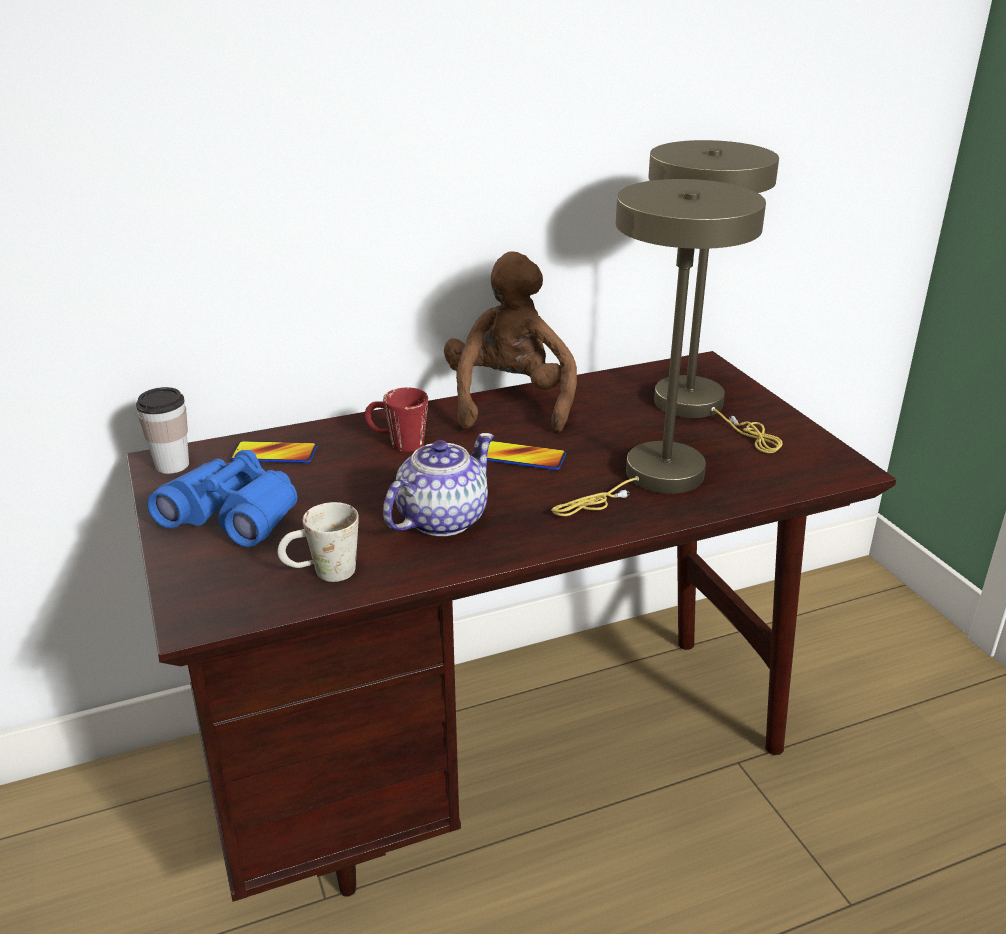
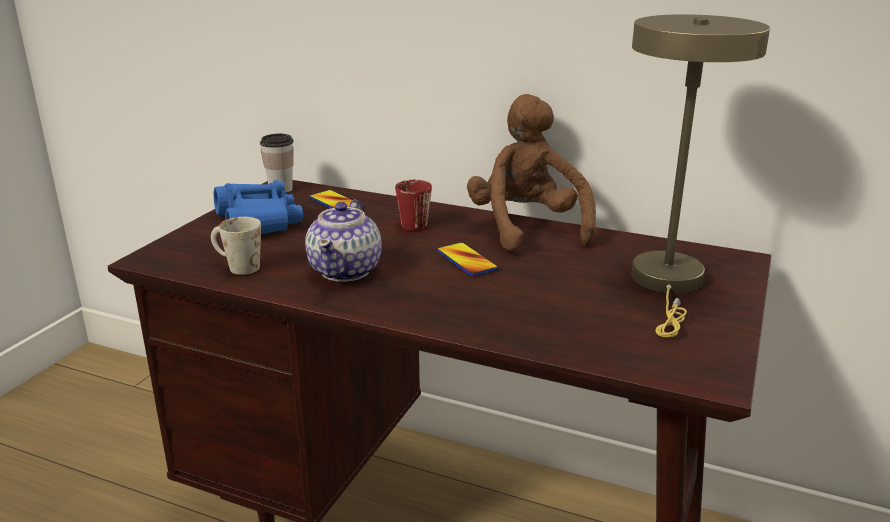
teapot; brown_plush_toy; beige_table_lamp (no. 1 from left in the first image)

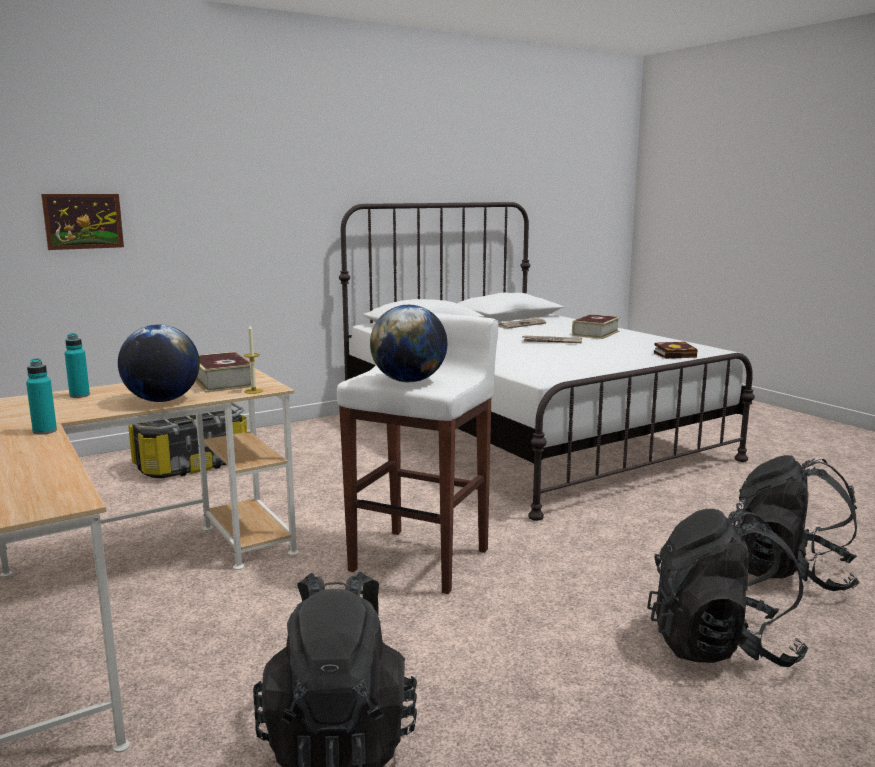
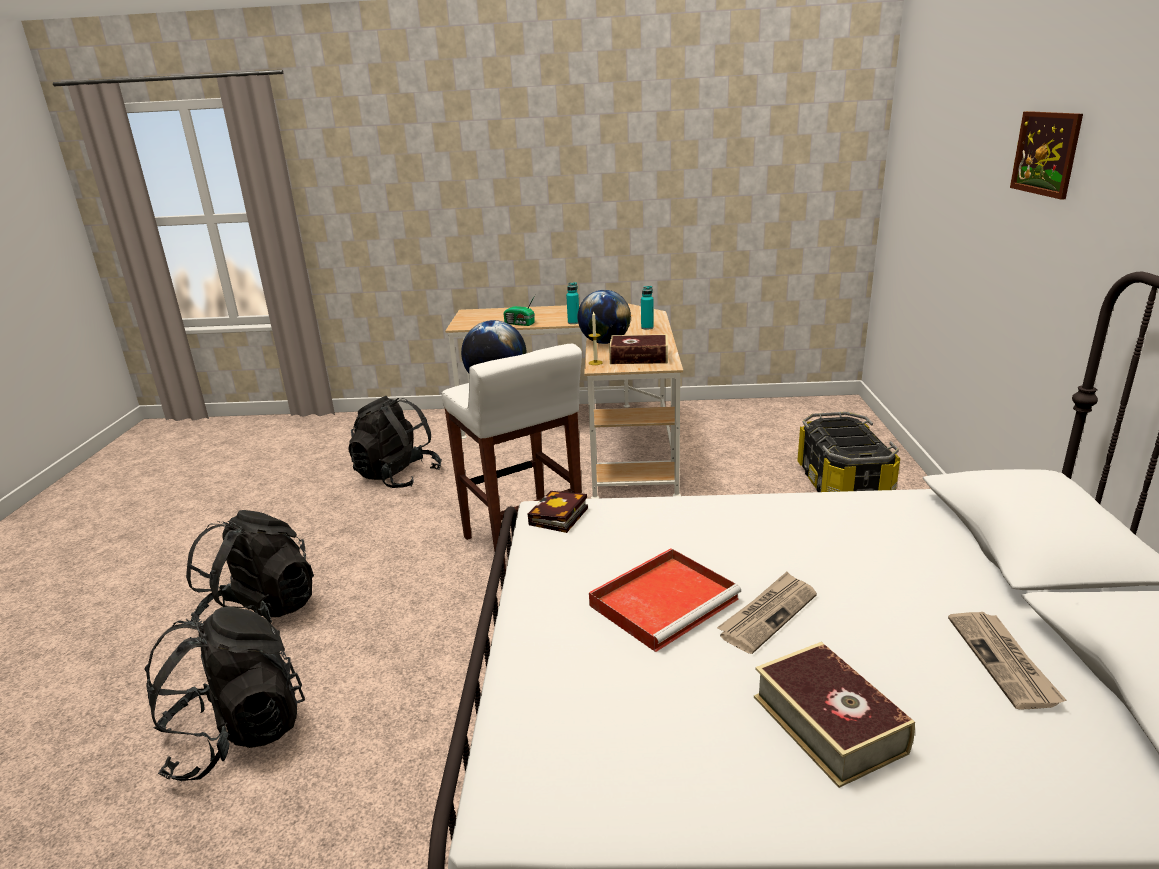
picture; book (no. 1 from left); radio; red_tray

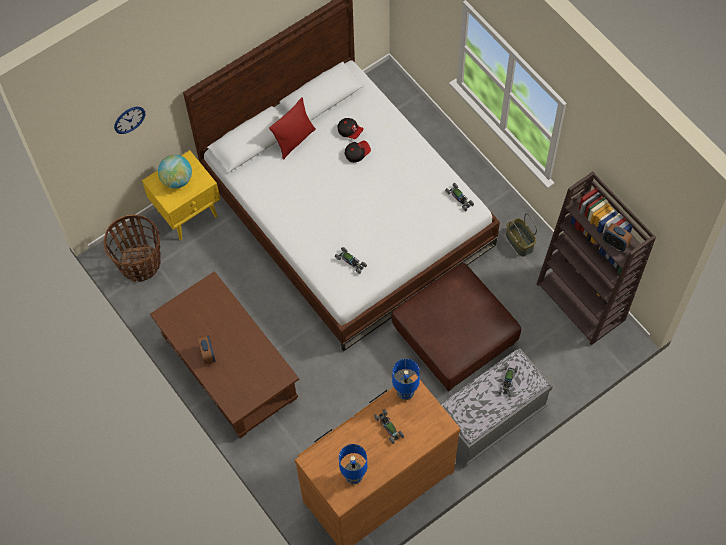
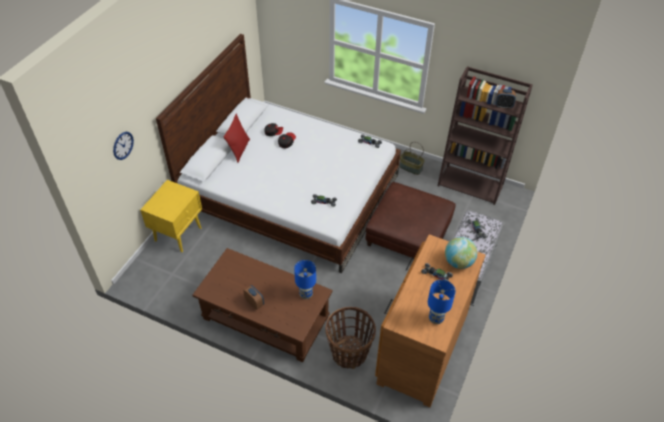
basket (no. 1 from left); globe; blue_table_lamp (no. 1 from left)

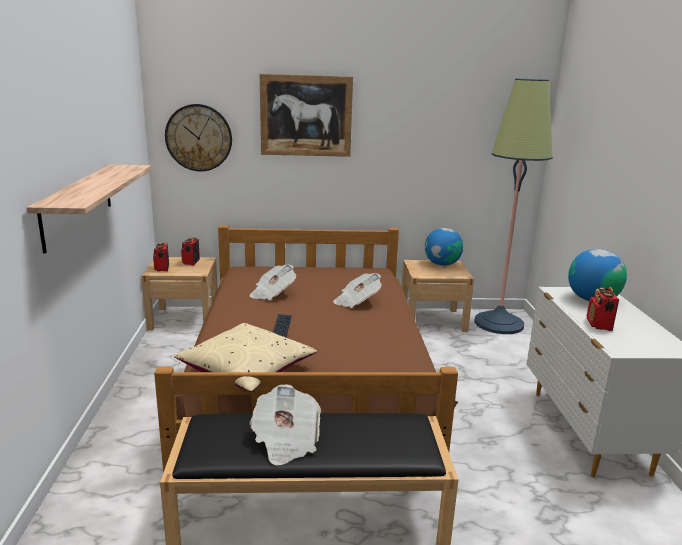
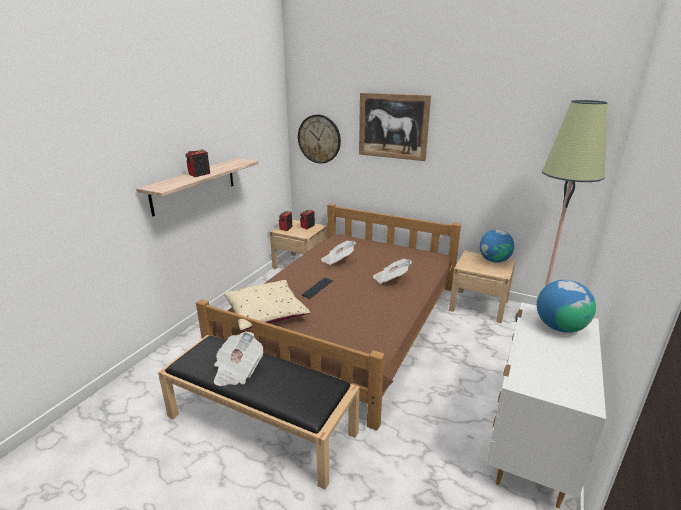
radio (no. 1 from left)

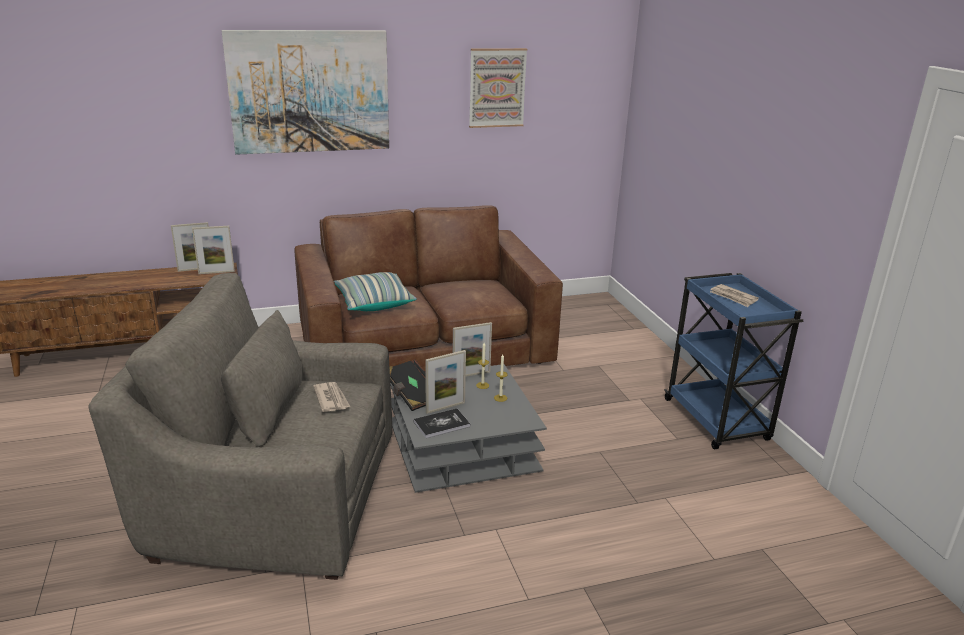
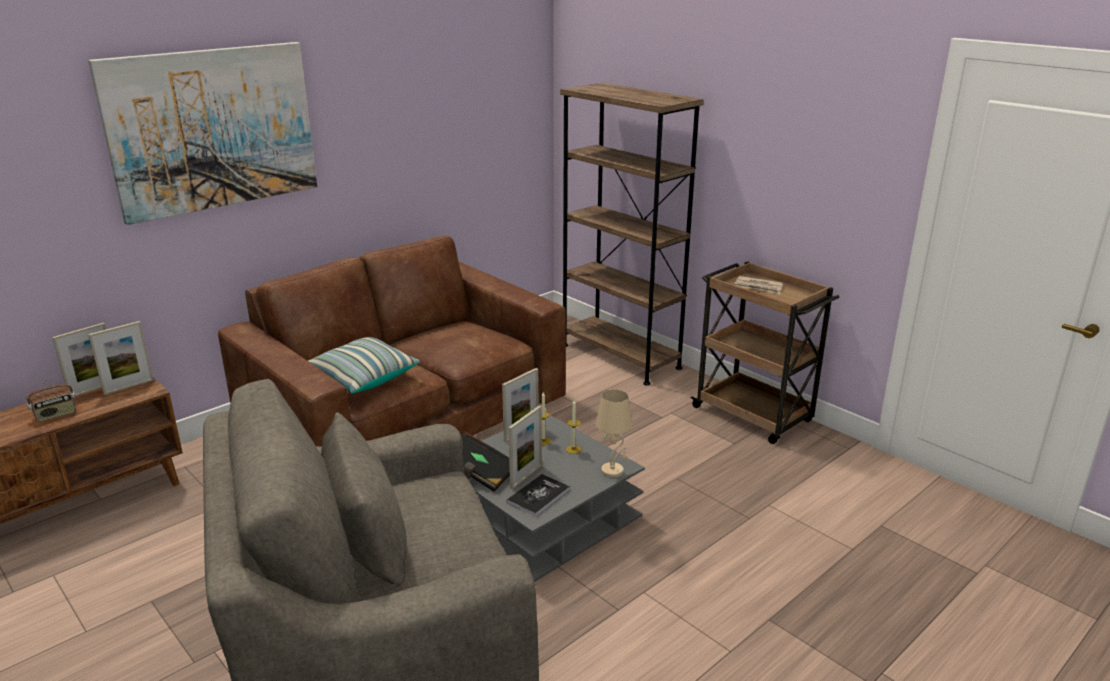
newspaper (no. 1 from left in the first image); picture (no. 2 from left in the first image); brown_cart; radio; brown_bookcase; beige_table_lamp

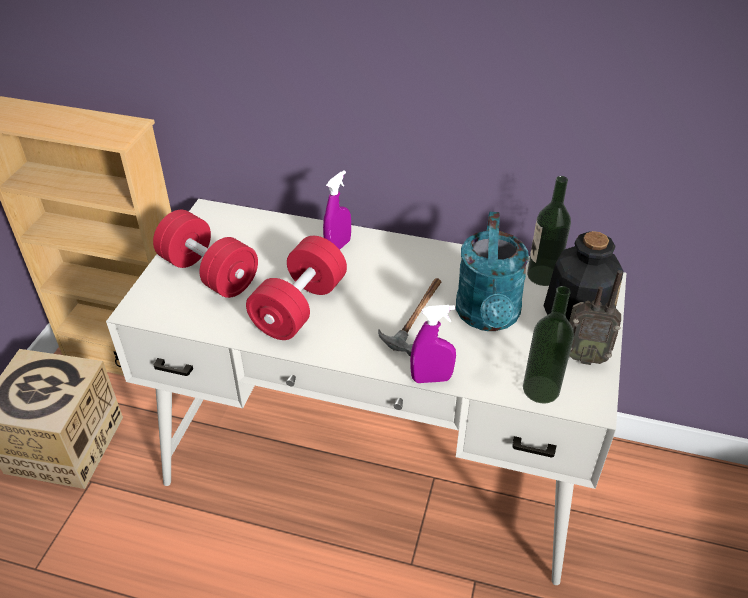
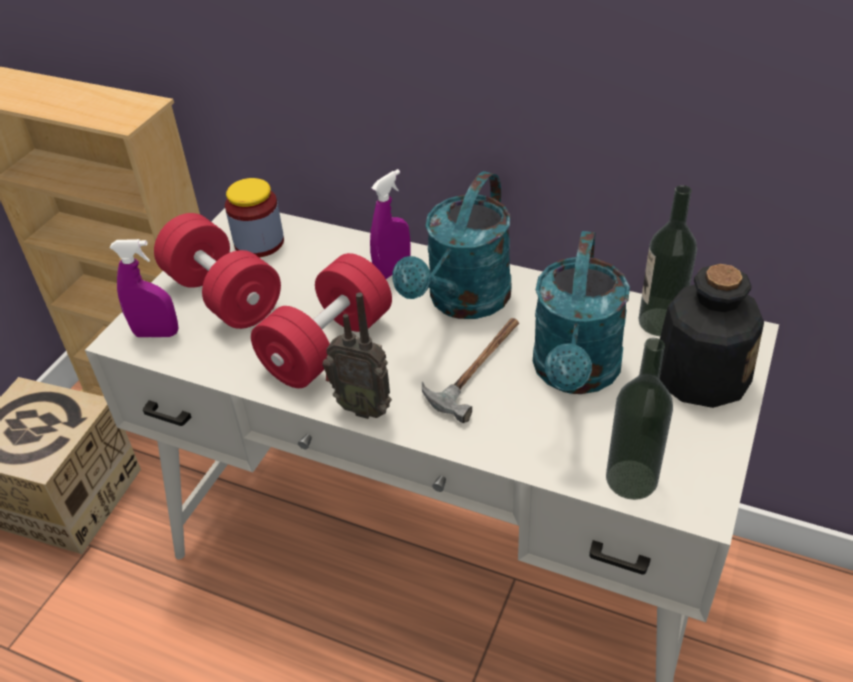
purple_spray_bottle (no. 1 from left); radio; jar; turquoise_watering_can (no. 1 from left)

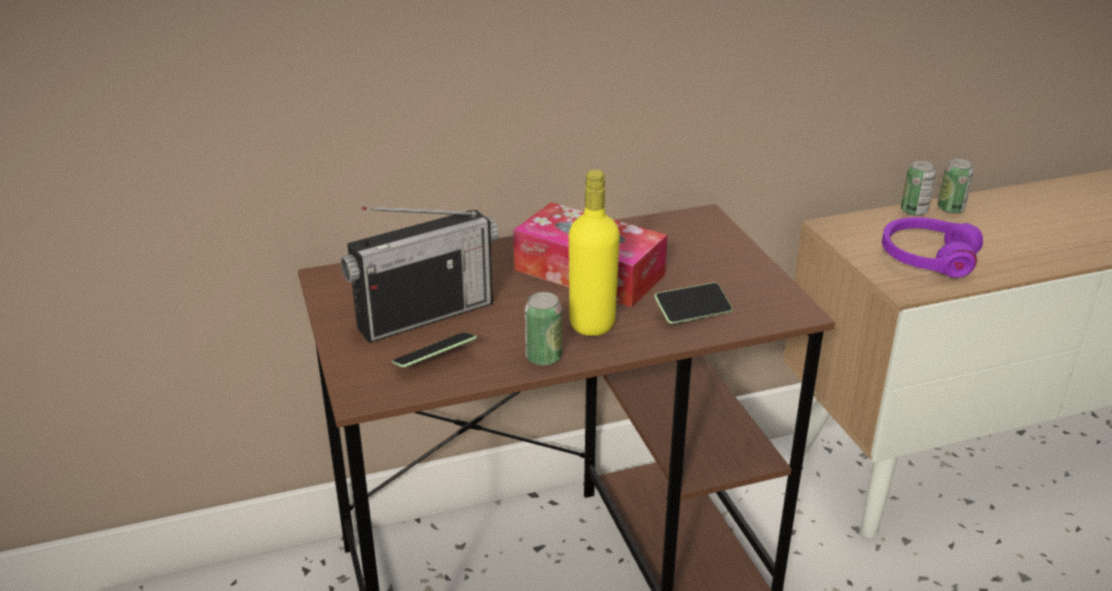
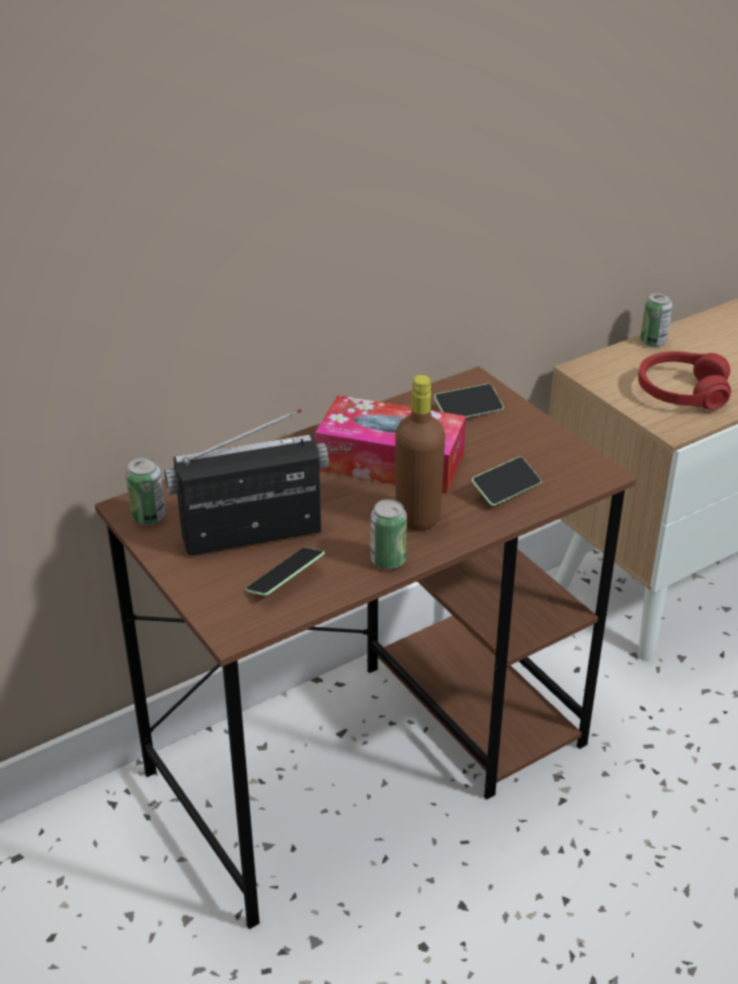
radio; brown_bottle; red_headphones; can (no. 1 from left); phone (no. 2 from left)

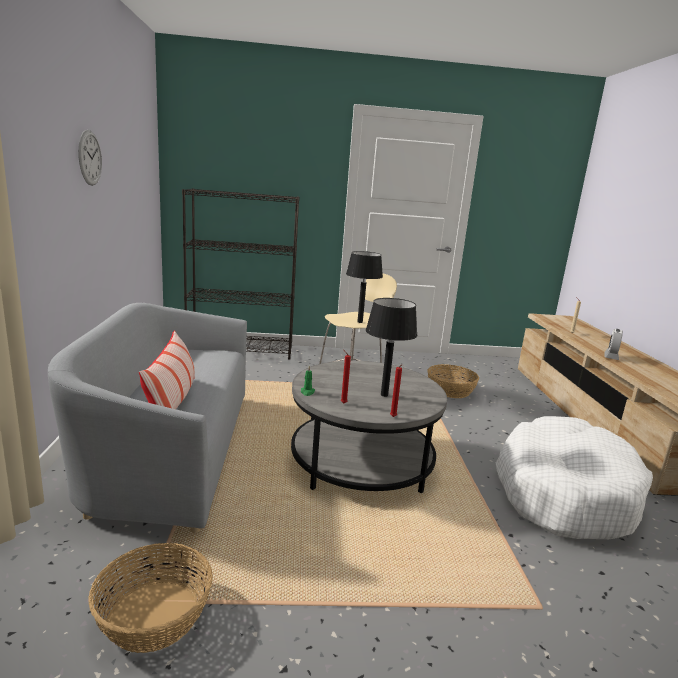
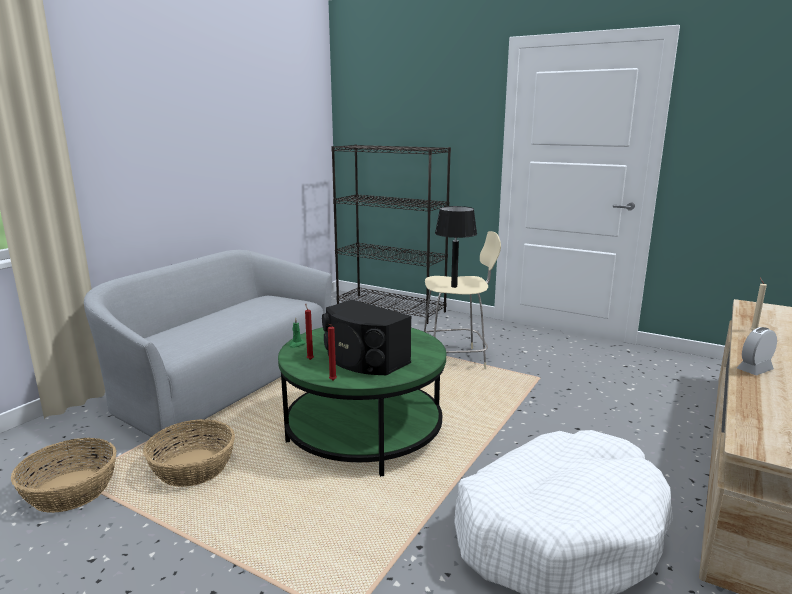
wall_clock; pillow; green_coffee_table; black_speaker; basket (no. 2 from left)

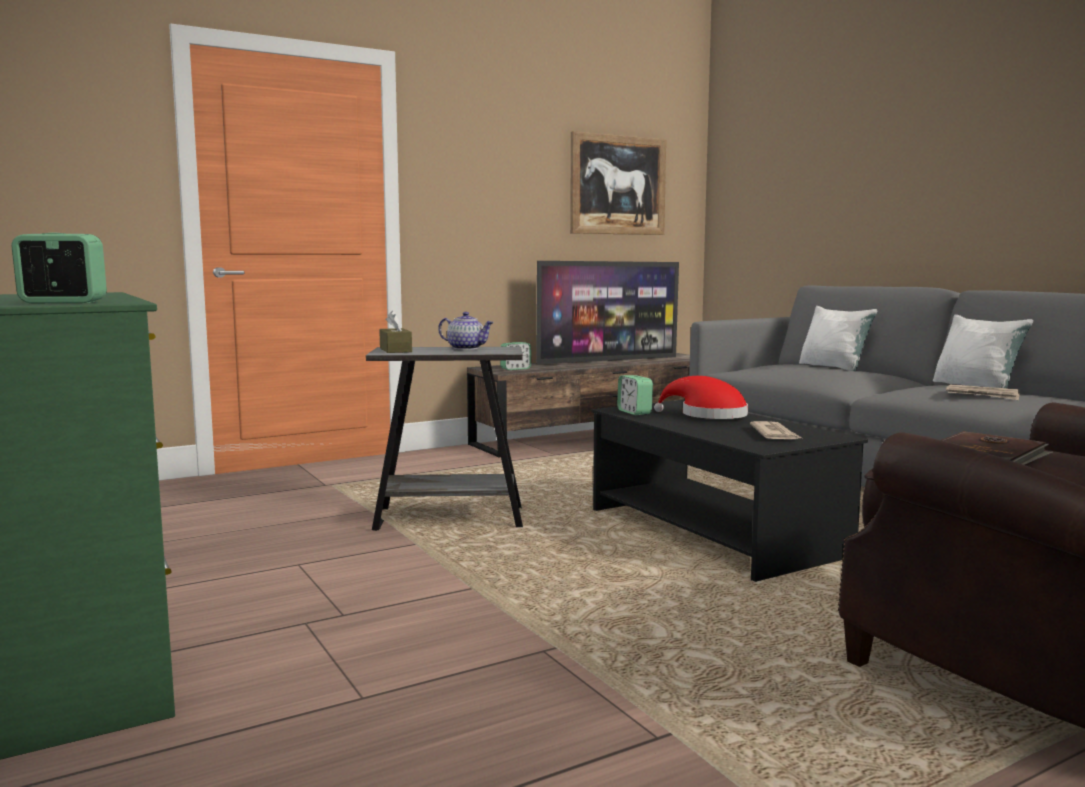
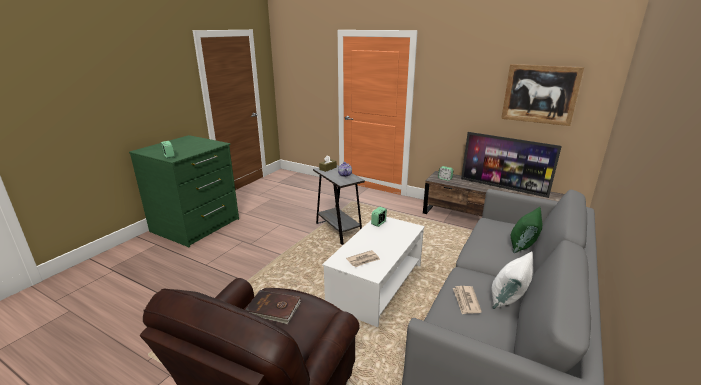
white_coffee_table; red_hat; green_pillow

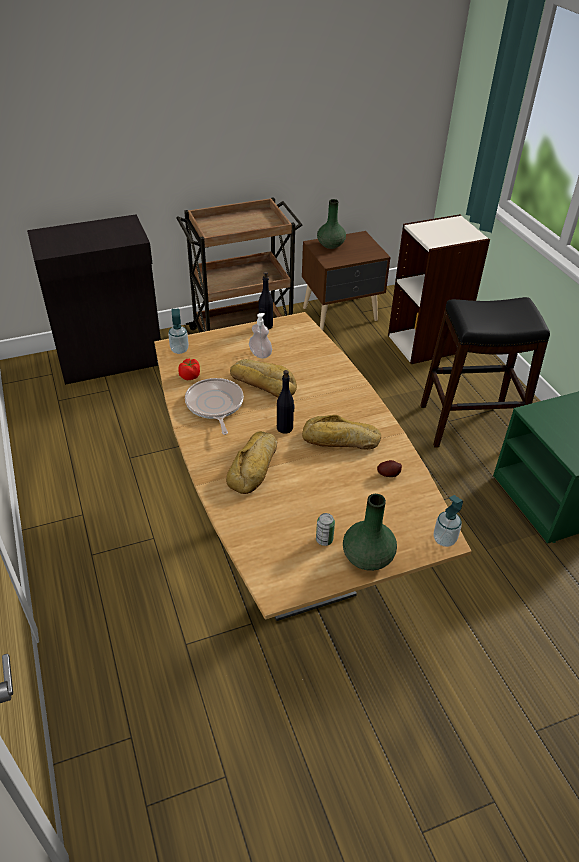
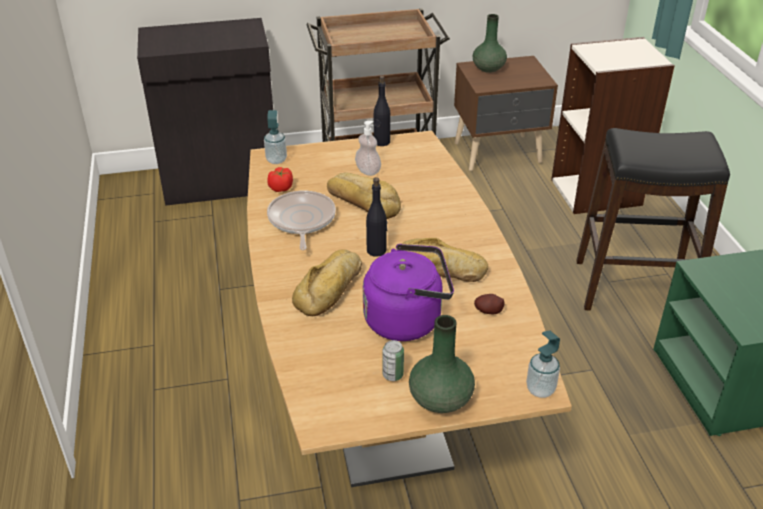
purple_kettle

